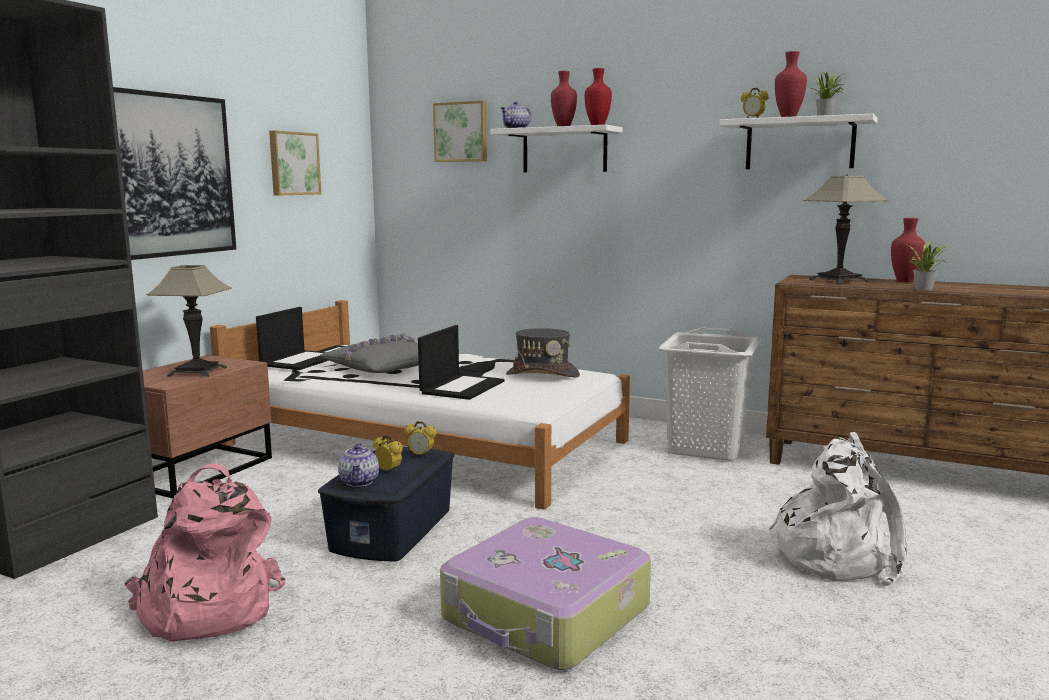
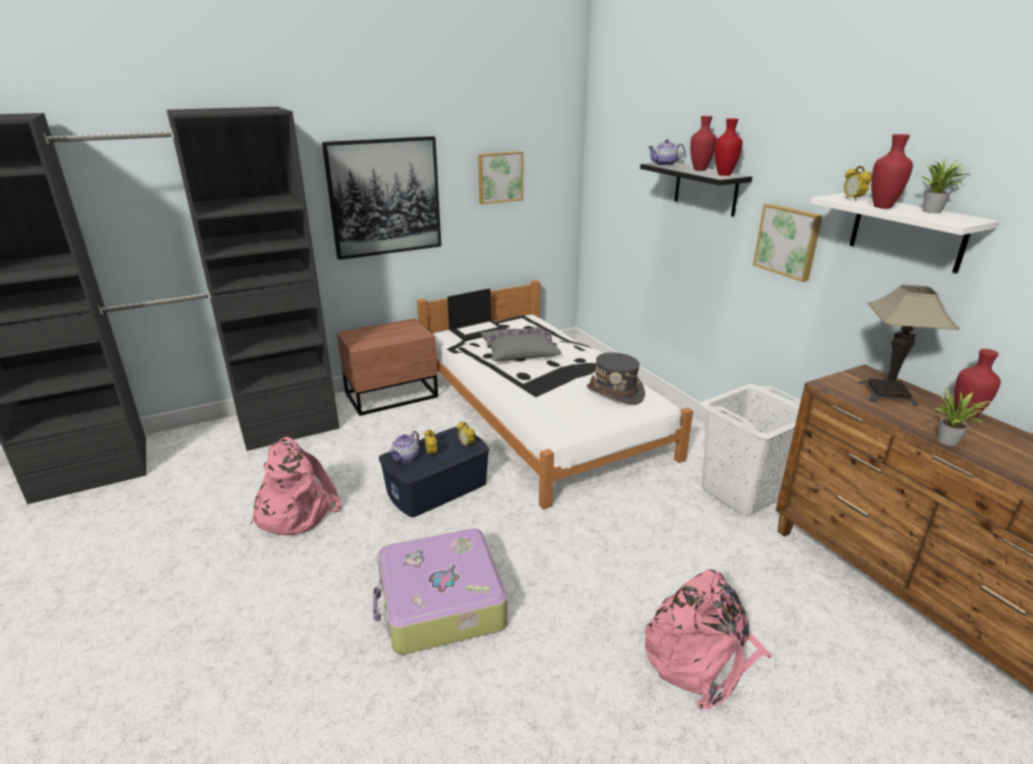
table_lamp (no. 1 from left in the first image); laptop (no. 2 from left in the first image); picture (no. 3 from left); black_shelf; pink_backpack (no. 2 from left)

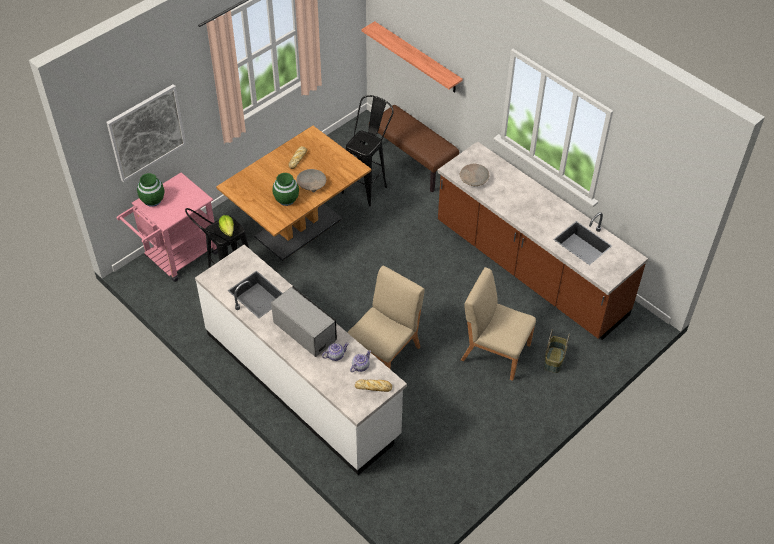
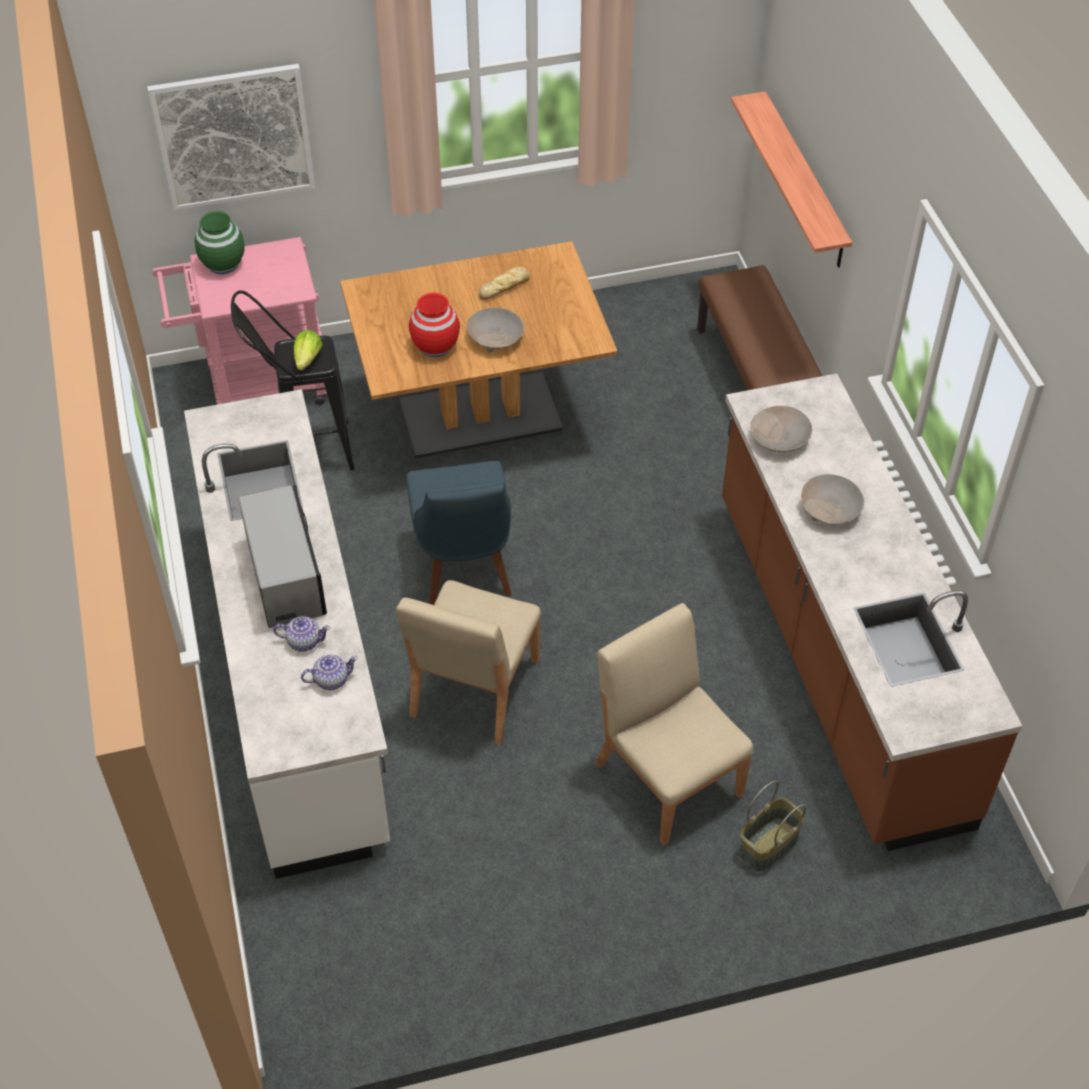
red_vase; black_stool (no. 2 from left in the first image); beige_chair (no. 1 from left); bread (no. 2 from left in the first image); blue_chair; beige_bowl (no. 3 from left)

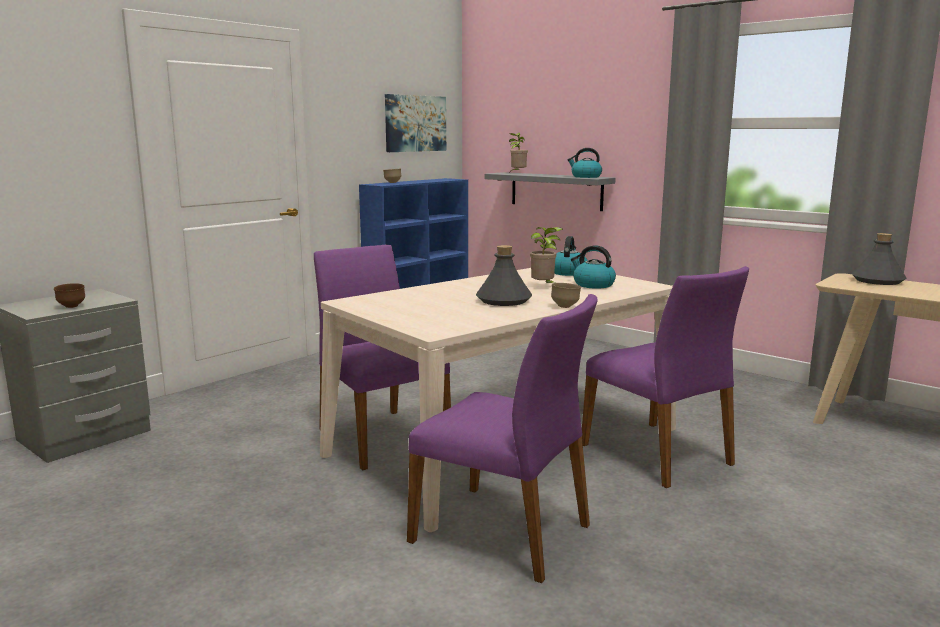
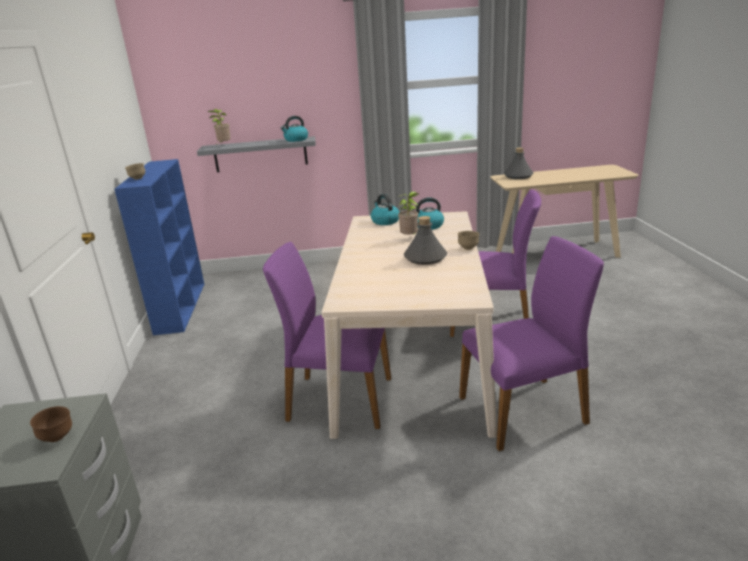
picture

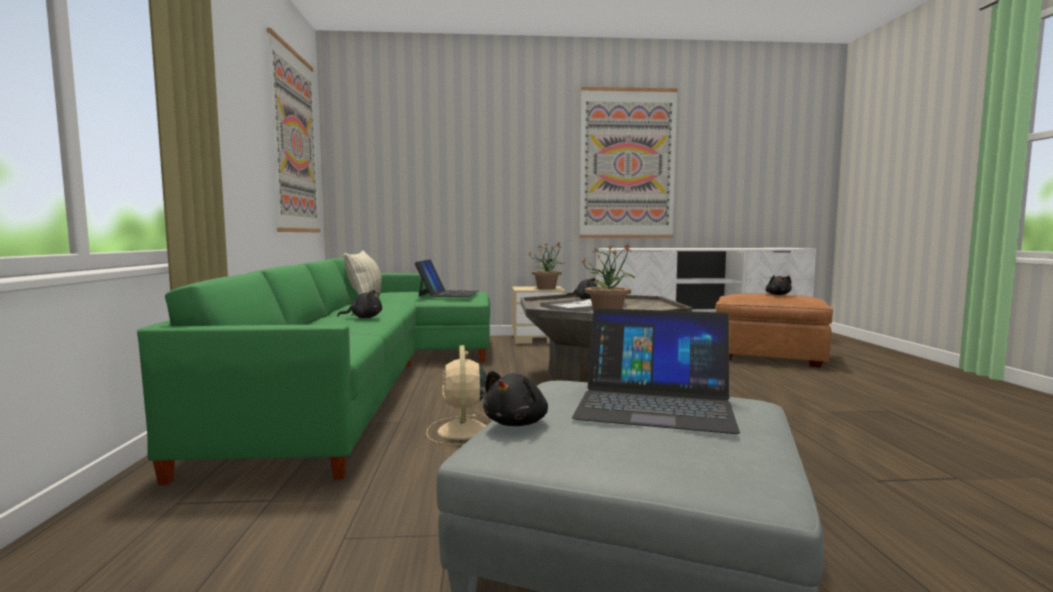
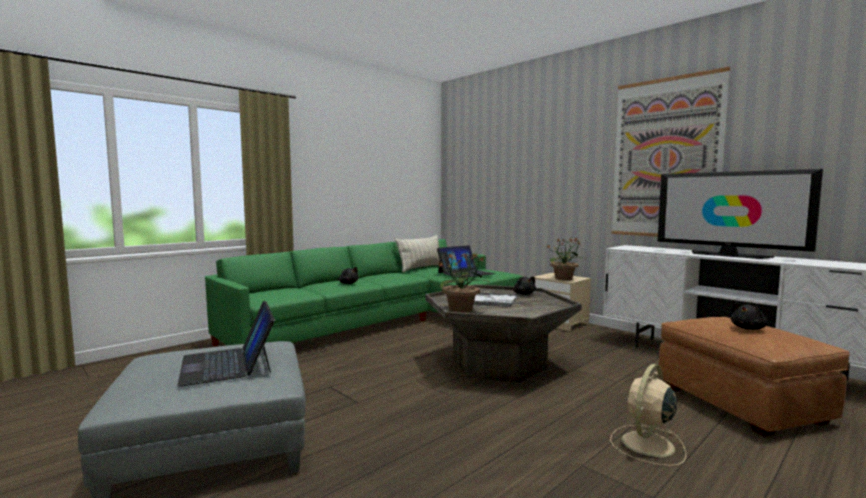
picture (no. 1 from left in the first image); beige_fan; black_plush_toy (no. 2 from left in the first image); television

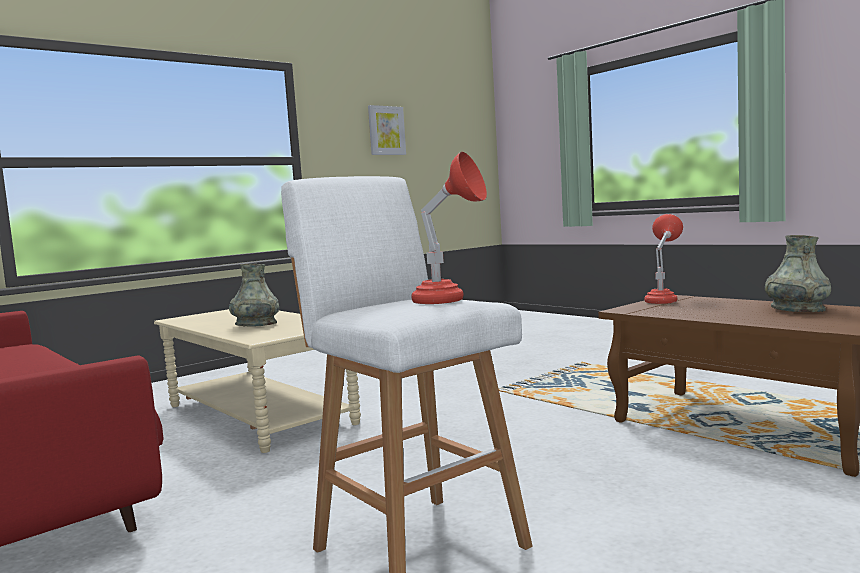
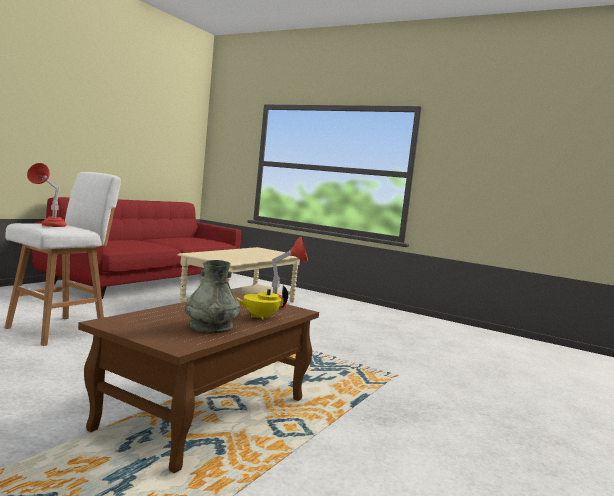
grey_vase (no. 1 from left in the first image); picture; yellow_teapot

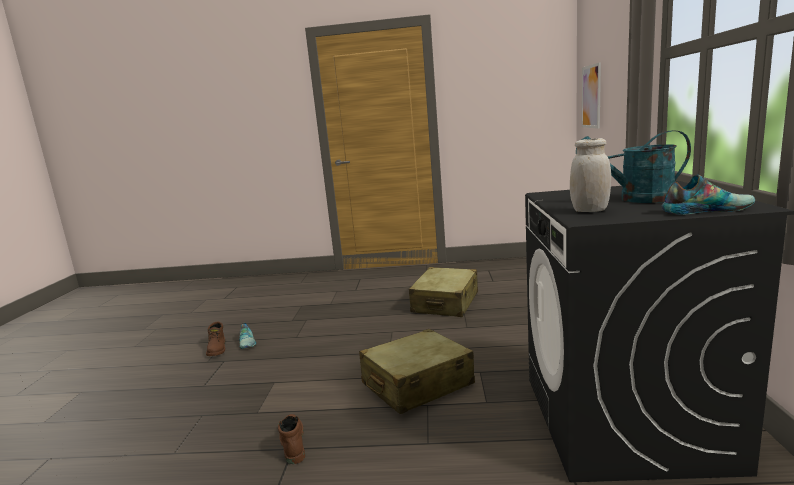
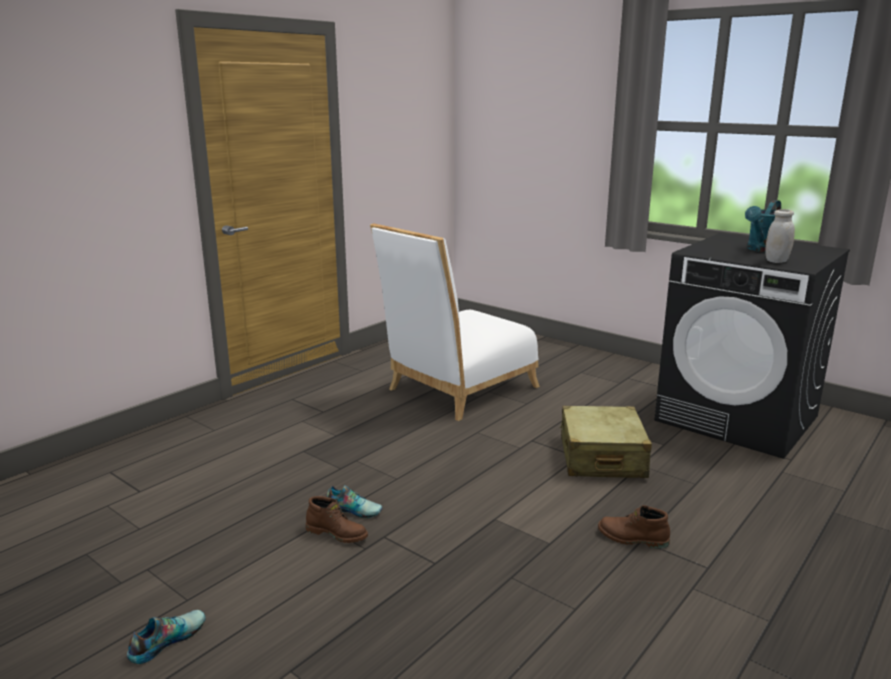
white_chair; picture; shoe (no. 1 from left)

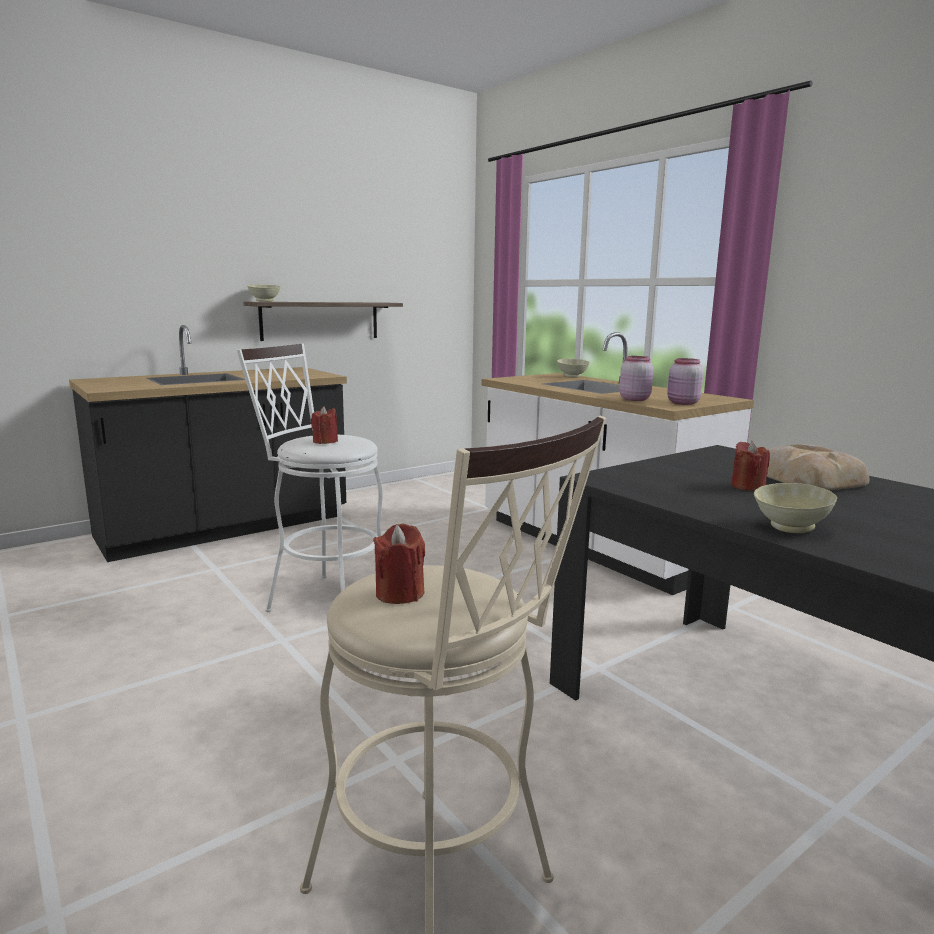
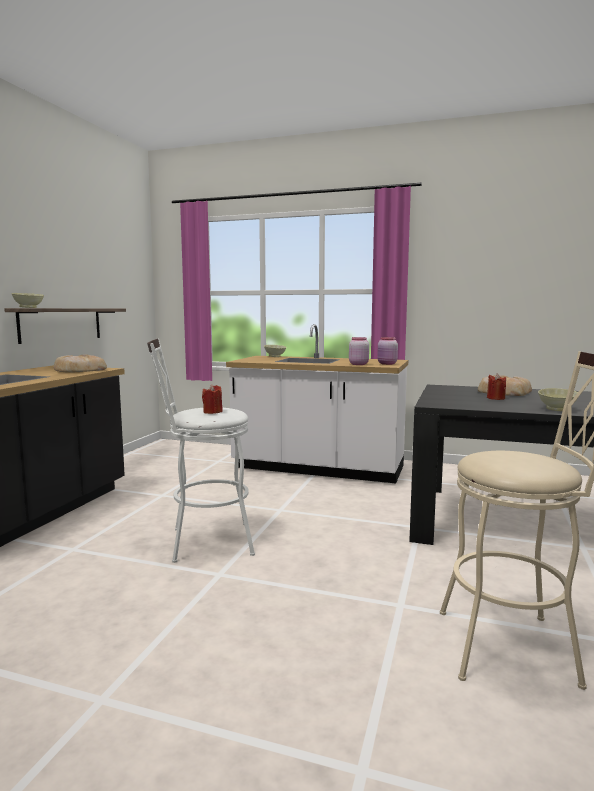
red_candle (no. 2 from left in the first image); bread (no. 1 from left)

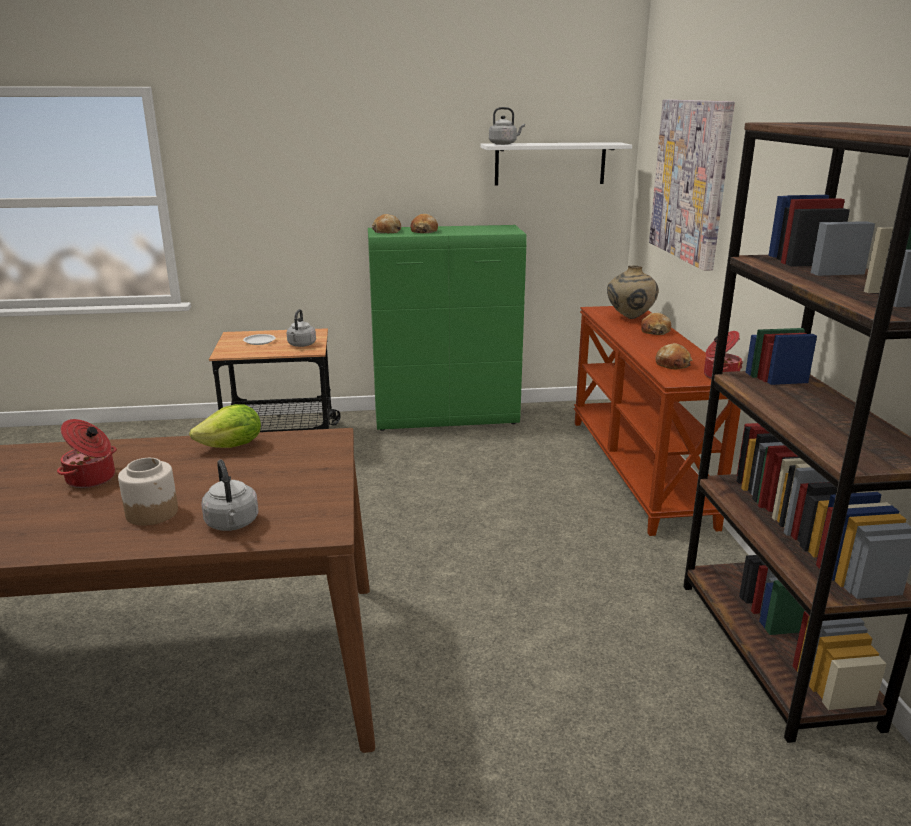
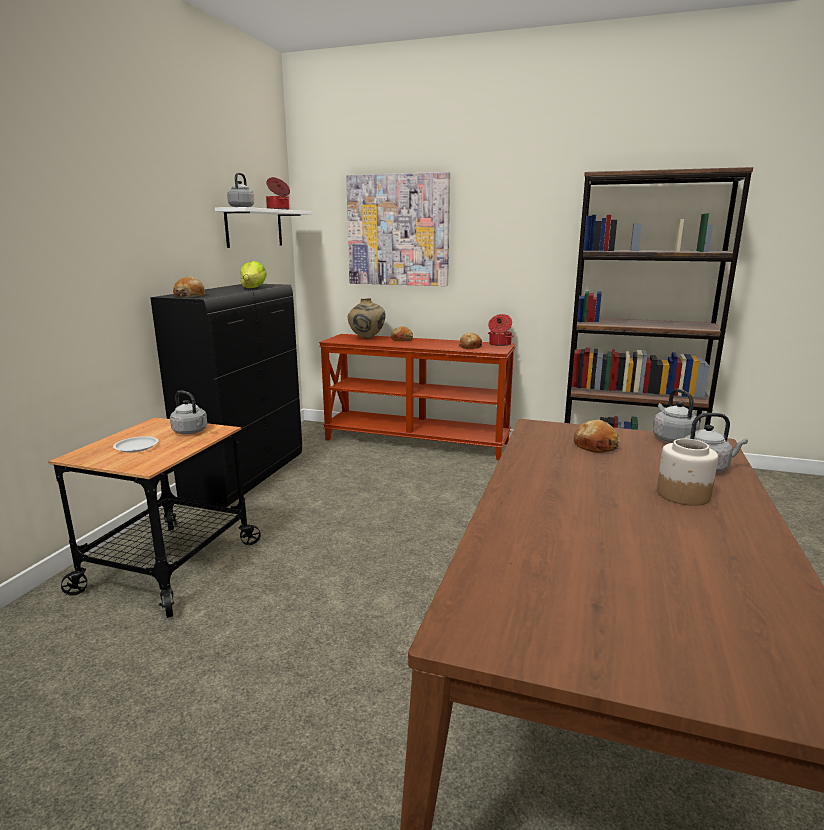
cooking_pot (no. 1 from left); lettuce; black_cabinet; bread (no. 4 from left); grey_kettle (no. 3 from left)

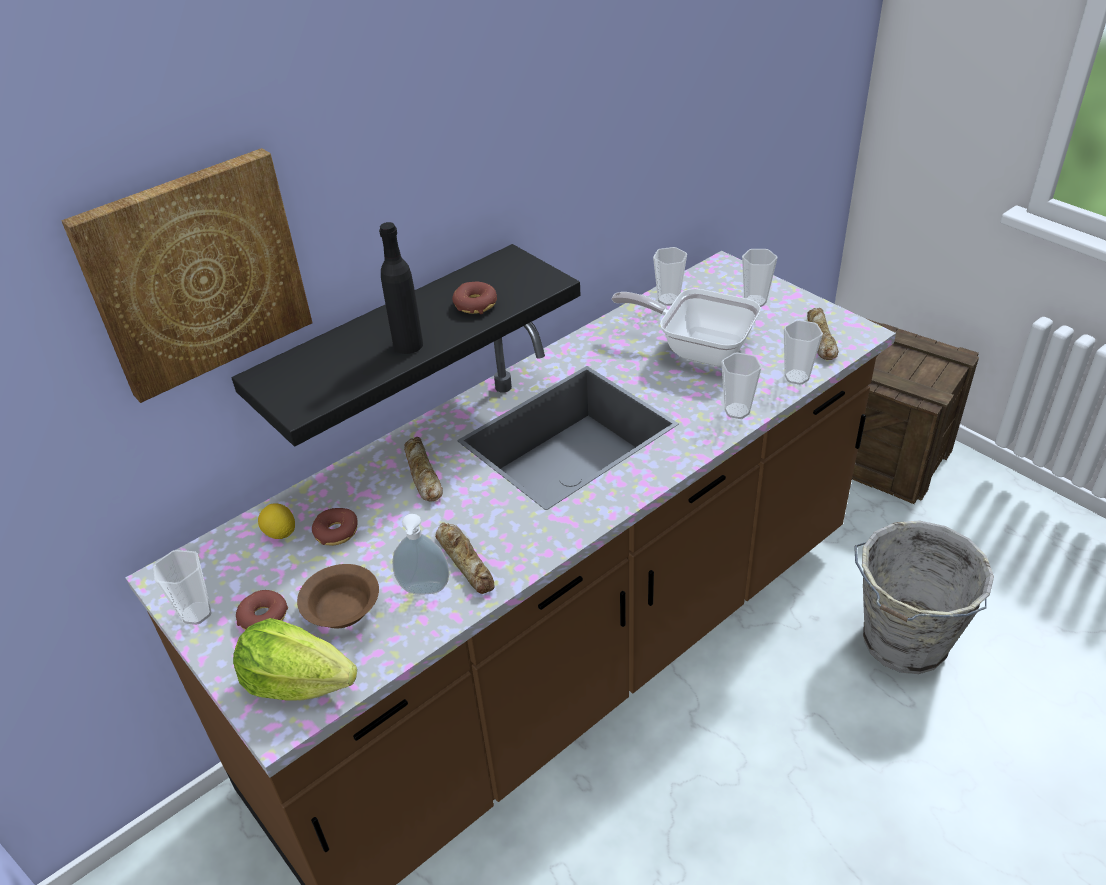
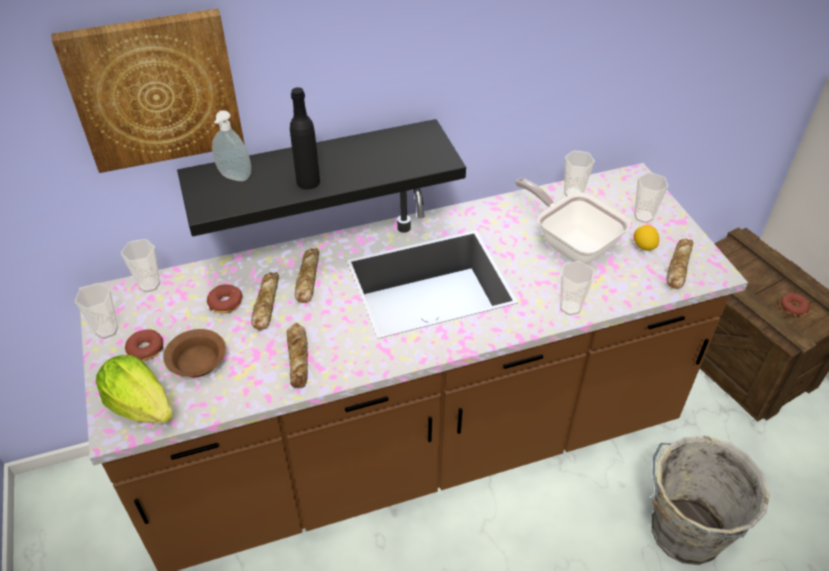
lemon; soap_dispenser; donut (no. 3 from left); cup (no. 2 from left); bread (no. 1 from left)

